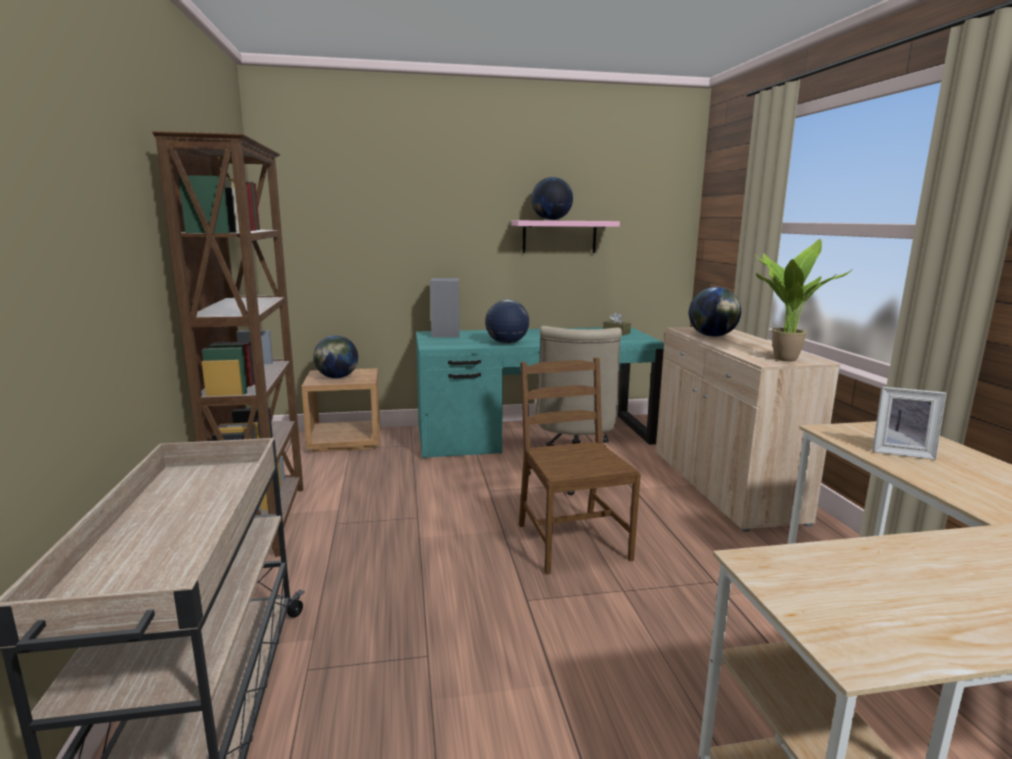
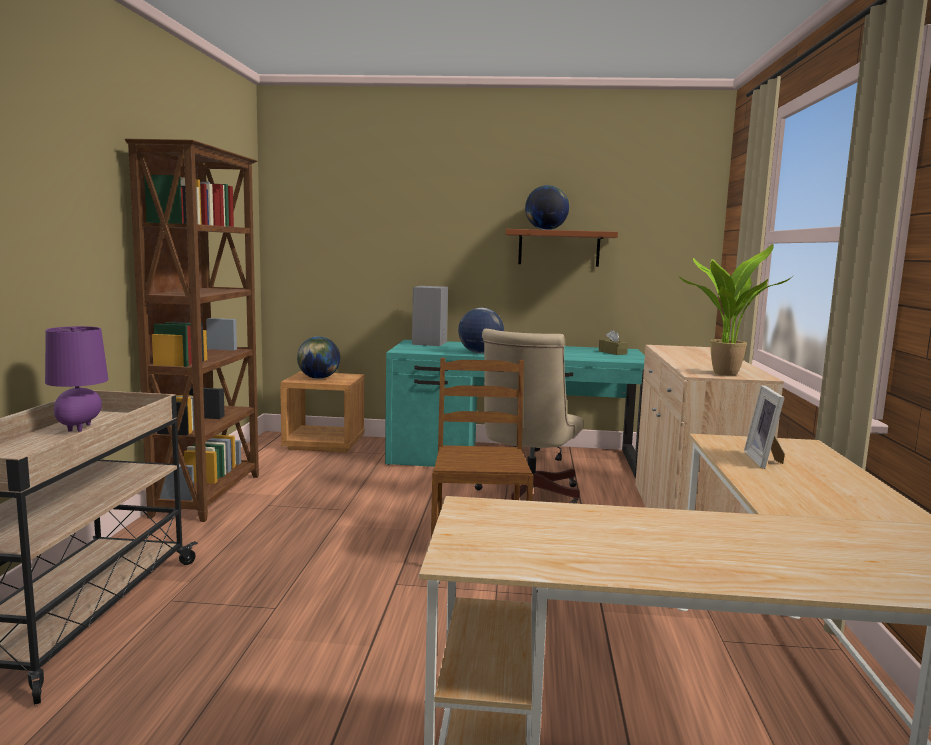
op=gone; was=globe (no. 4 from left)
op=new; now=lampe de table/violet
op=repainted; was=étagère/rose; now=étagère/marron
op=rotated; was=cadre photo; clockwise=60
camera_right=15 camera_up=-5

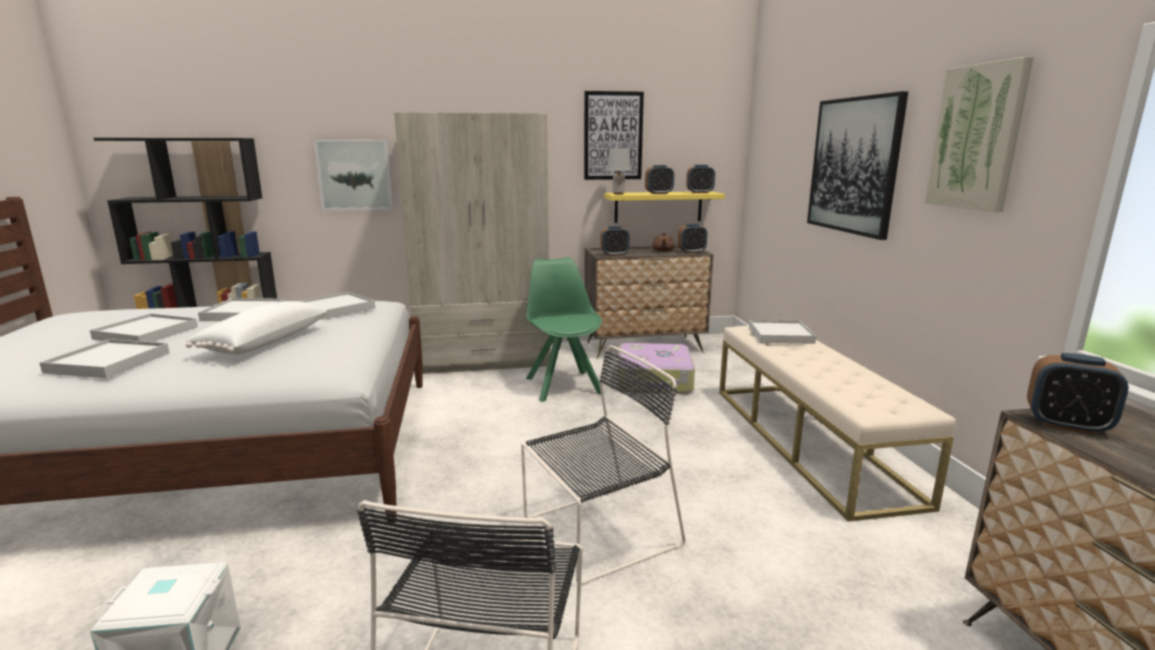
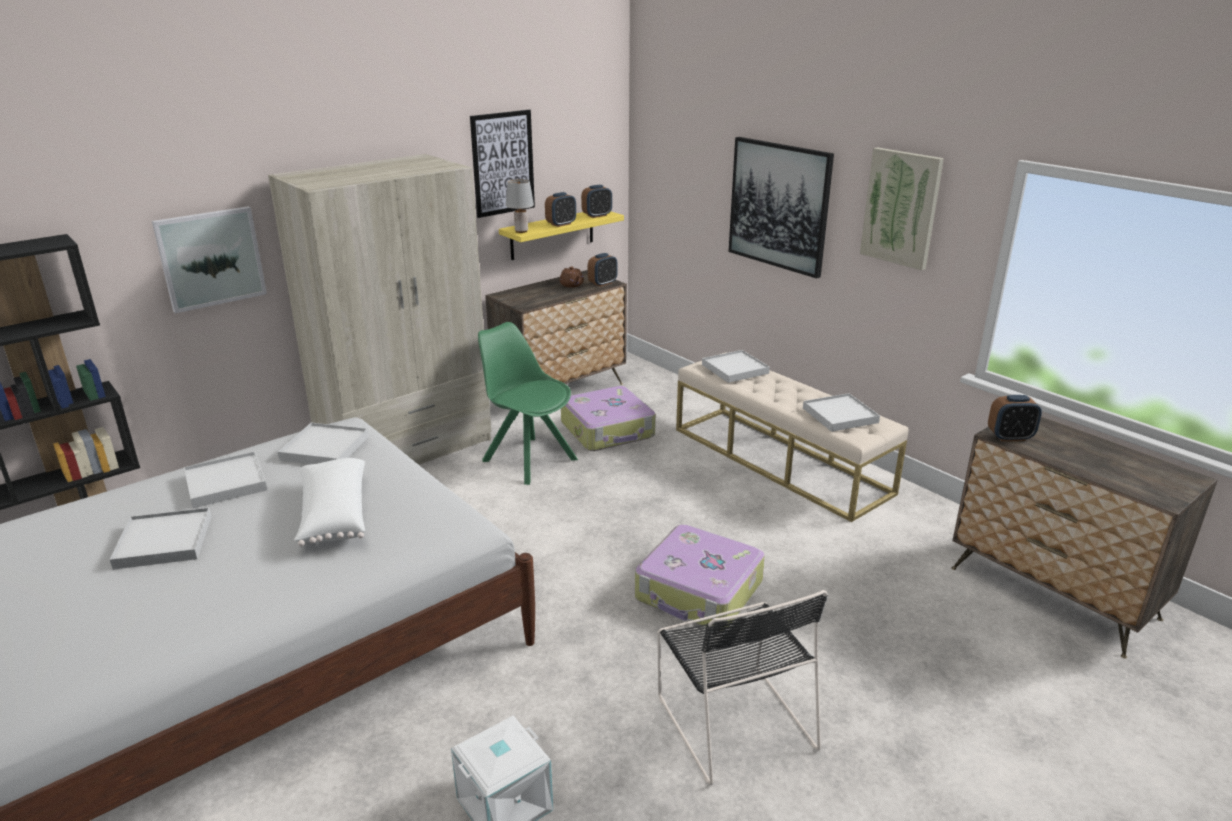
op=gone; was=réveil (no. 1 from left)
op=shifted; was=plateau/blanc (no. 1 from left in the first image); now=plateau/blanc (no. 5 from left)
op=swapped; was=chaise/noir (no. 2 from left); now=valise (no. 2 from left)
camera_right=-30 camera_up=10

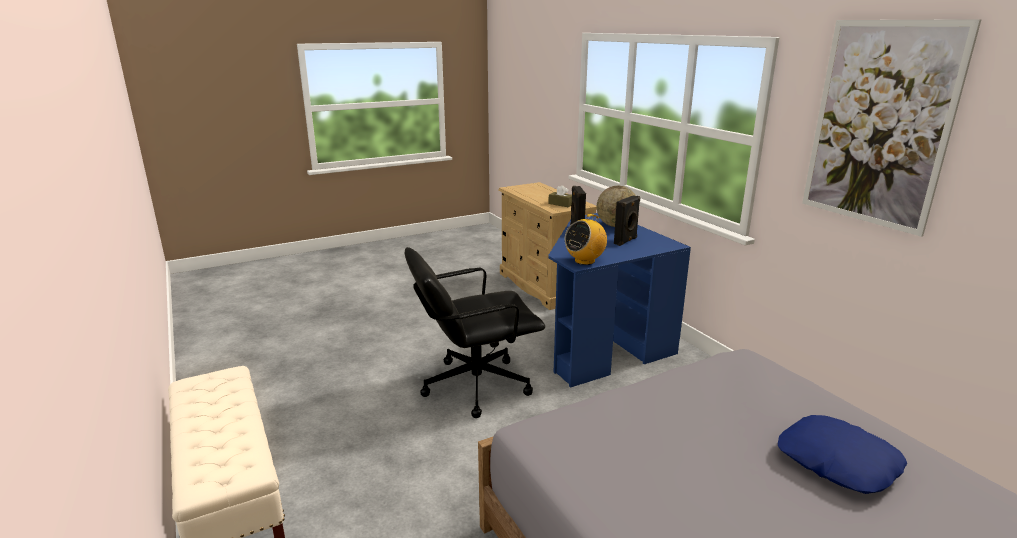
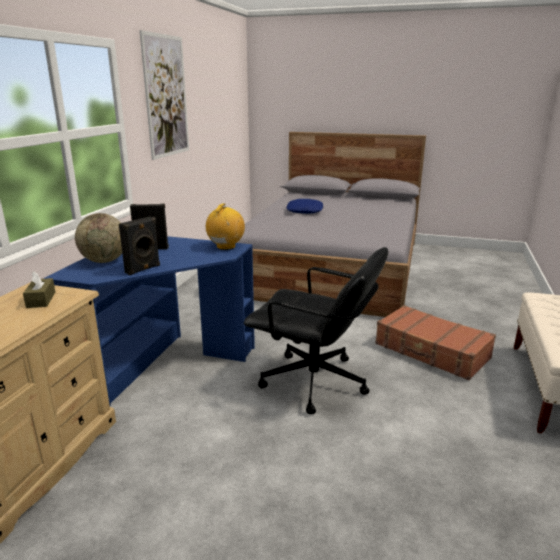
op=new; now=valise/marron
op=rotated; was=radio; clockwise=-75
camera_right=-135 camera_up=0

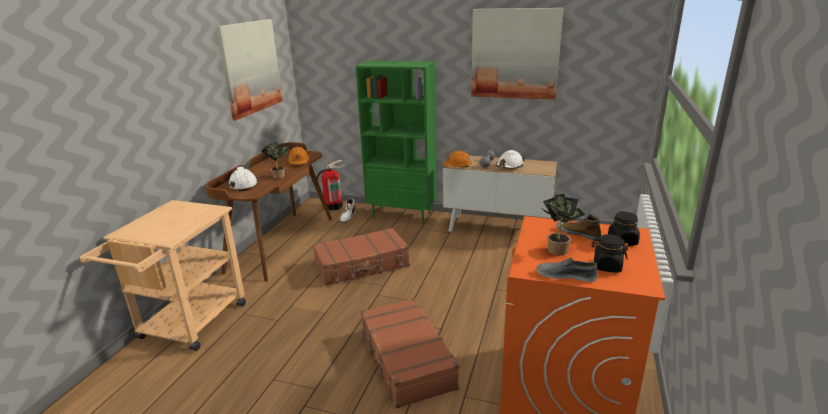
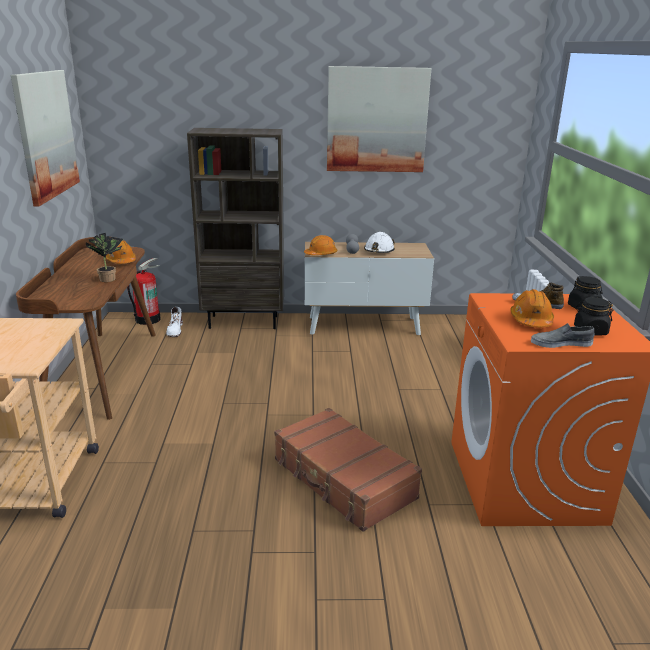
op=gone; was=casque de chantier/blanc (no. 1 from left)
op=gone; was=valise/marron (no. 1 from left)
op=swapped; was=plante en pot (no. 2 from left); now=casque de chantier/orange (no. 3 from left)
op=repainted; was=bibliothèque/vert; now=bibliothèque/marron
camera_right=-20 camera_up=0

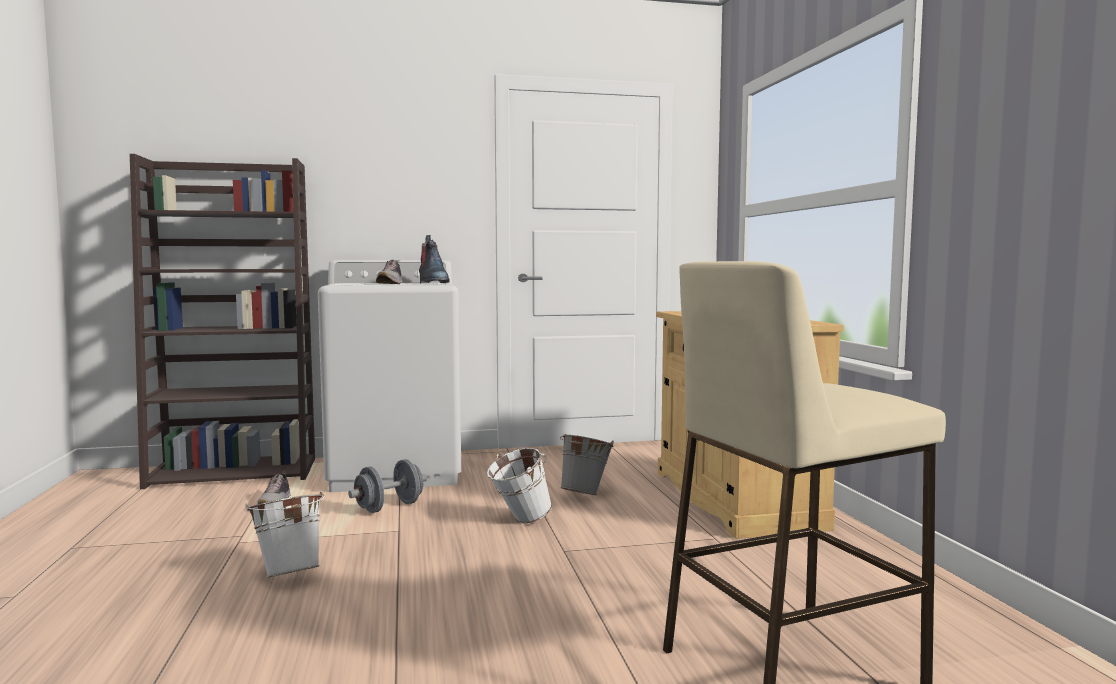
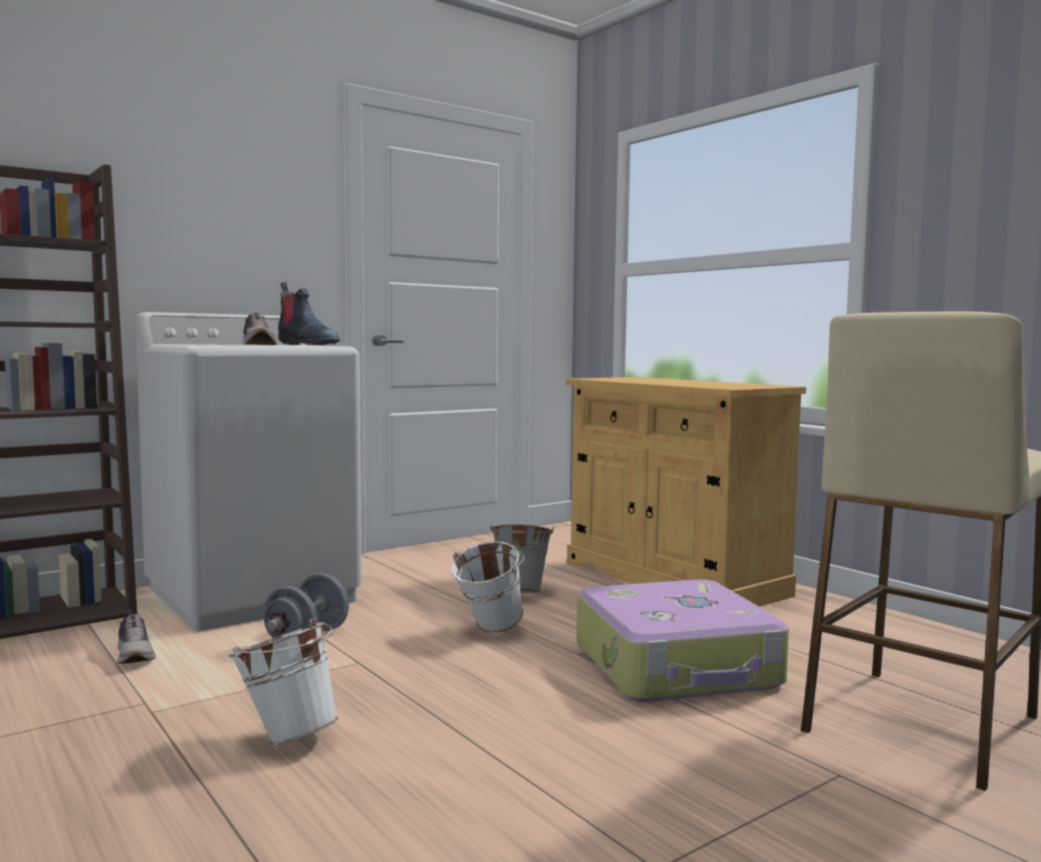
op=new; now=valise
camera_right=-25 camera_up=0

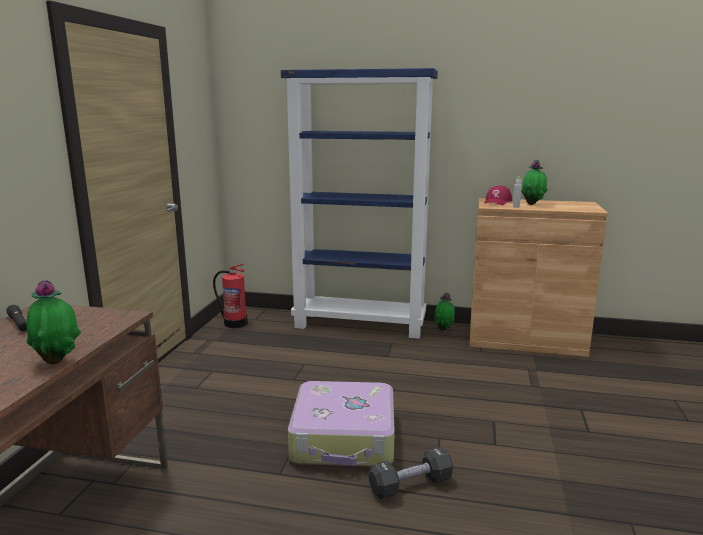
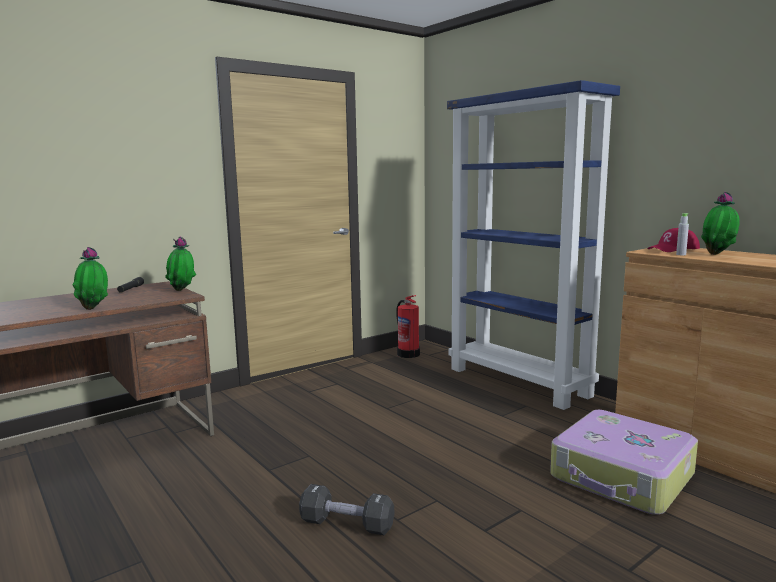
op=shifted; was=valise
op=shifted; was=plante en pot (no. 2 from left)
camera_right=40 camera_up=-5

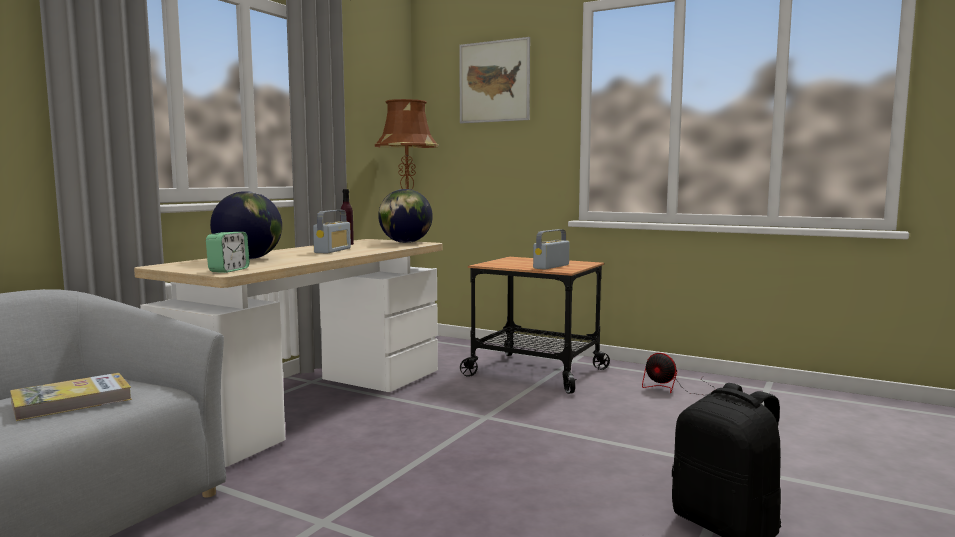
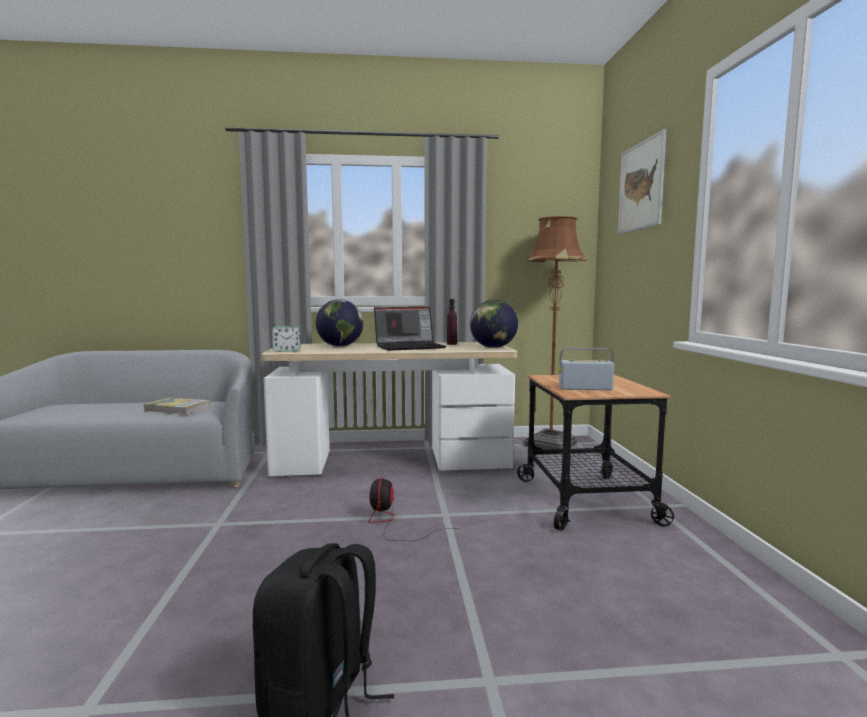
op=shifted; was=ventilateur
op=swapped; was=radio (no. 1 from left); now=ordinateur portable
camera_right=55 camera_up=0

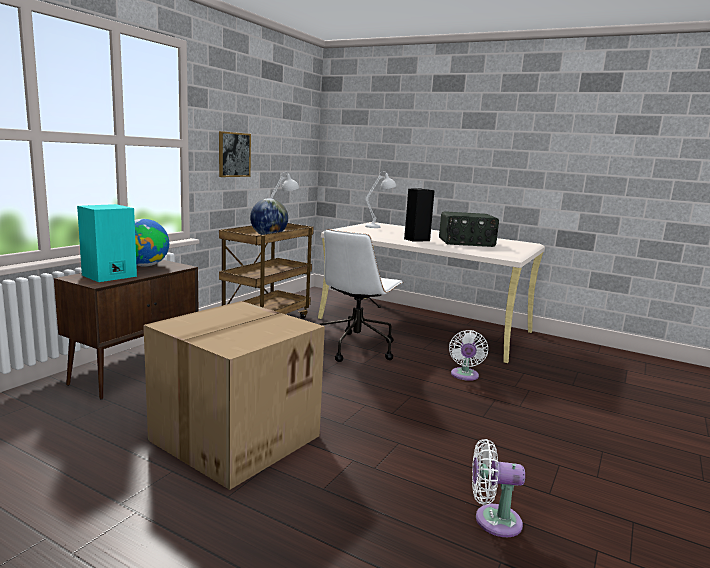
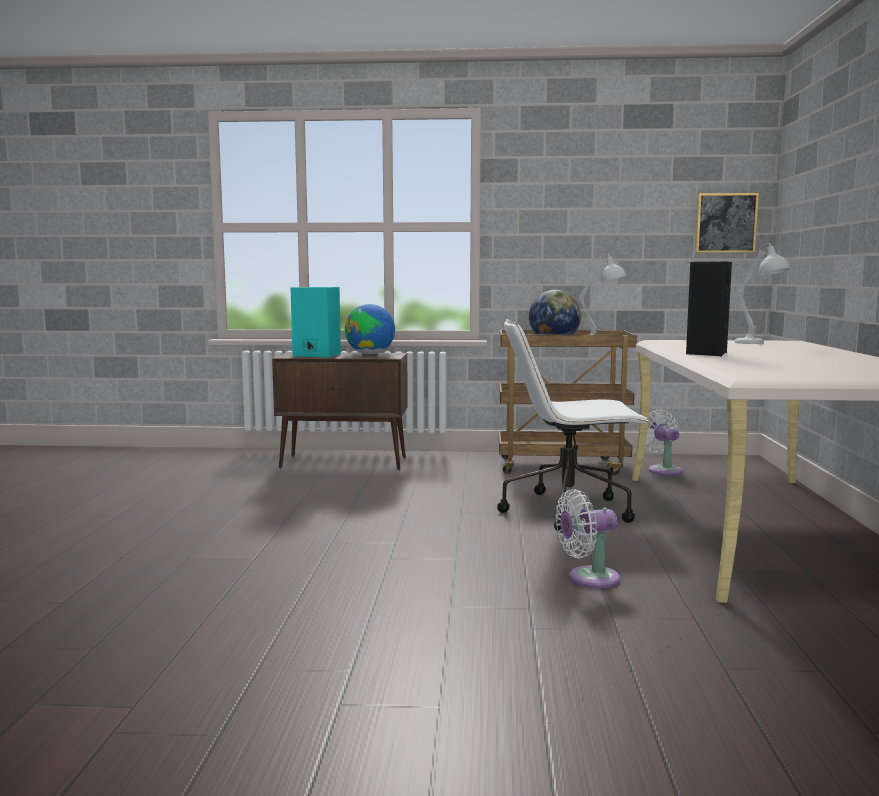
op=gone; was=carton
op=gone; was=radio
op=shifted; was=tableau
op=shifted; was=ventilateur/blanc (no. 2 from left)
camera_right=65 camera_up=-5

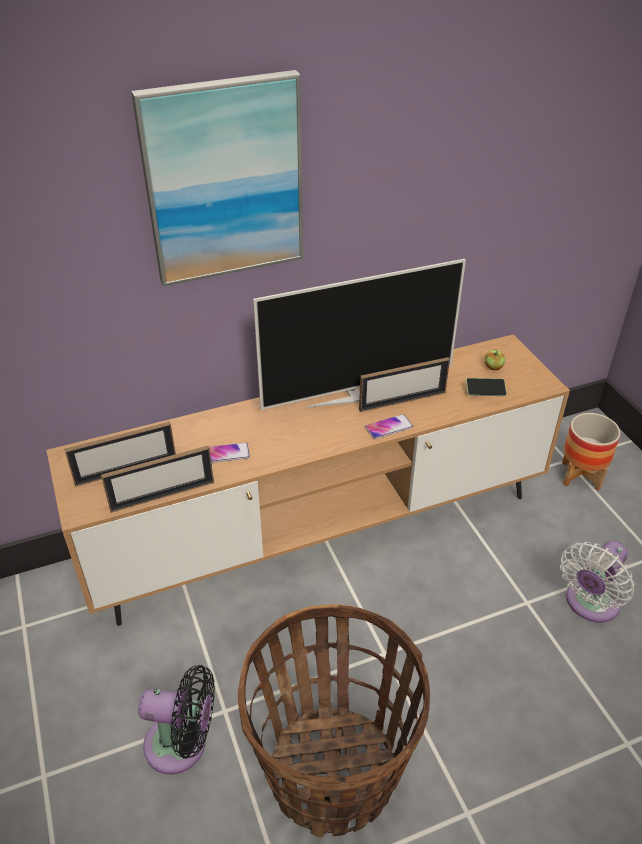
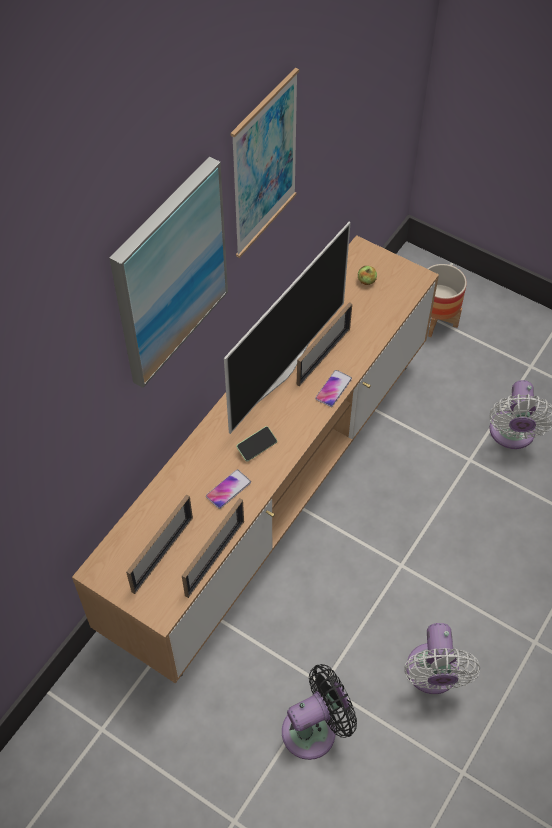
op=new; now=tableau (no. 2 from left)
op=shifted; was=téléphone (no. 3 from left in the first image); now=téléphone (no. 2 from left)
op=swapped; was=panier; now=ventilateur/blanc (no. 1 from left)
camera_right=-35 camera_up=15

